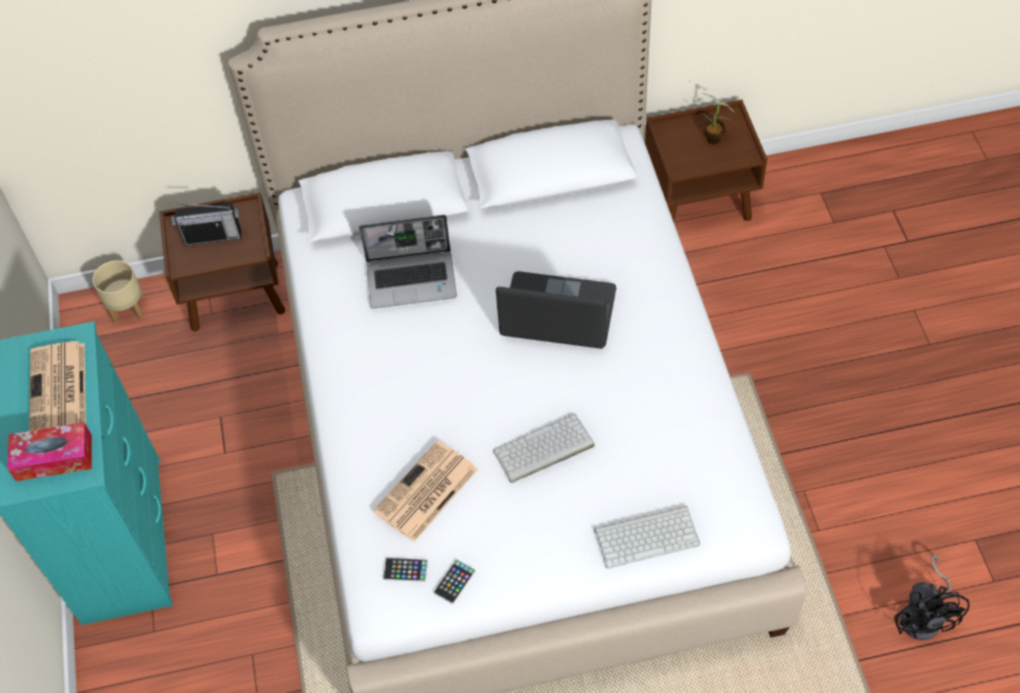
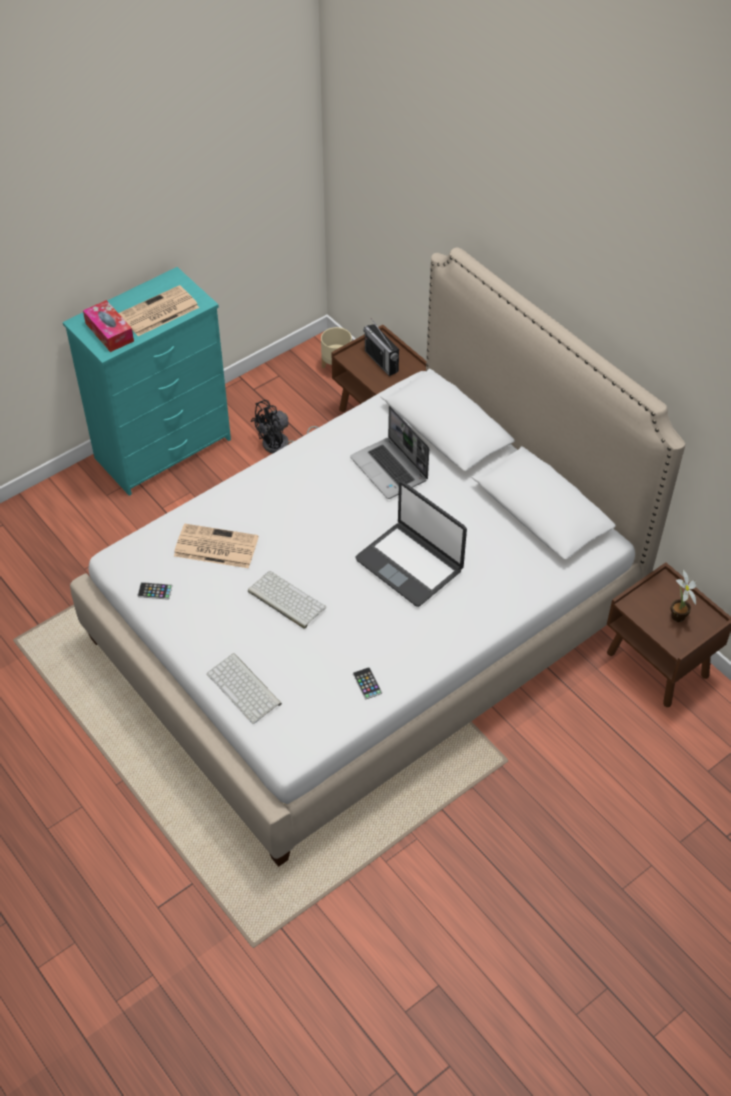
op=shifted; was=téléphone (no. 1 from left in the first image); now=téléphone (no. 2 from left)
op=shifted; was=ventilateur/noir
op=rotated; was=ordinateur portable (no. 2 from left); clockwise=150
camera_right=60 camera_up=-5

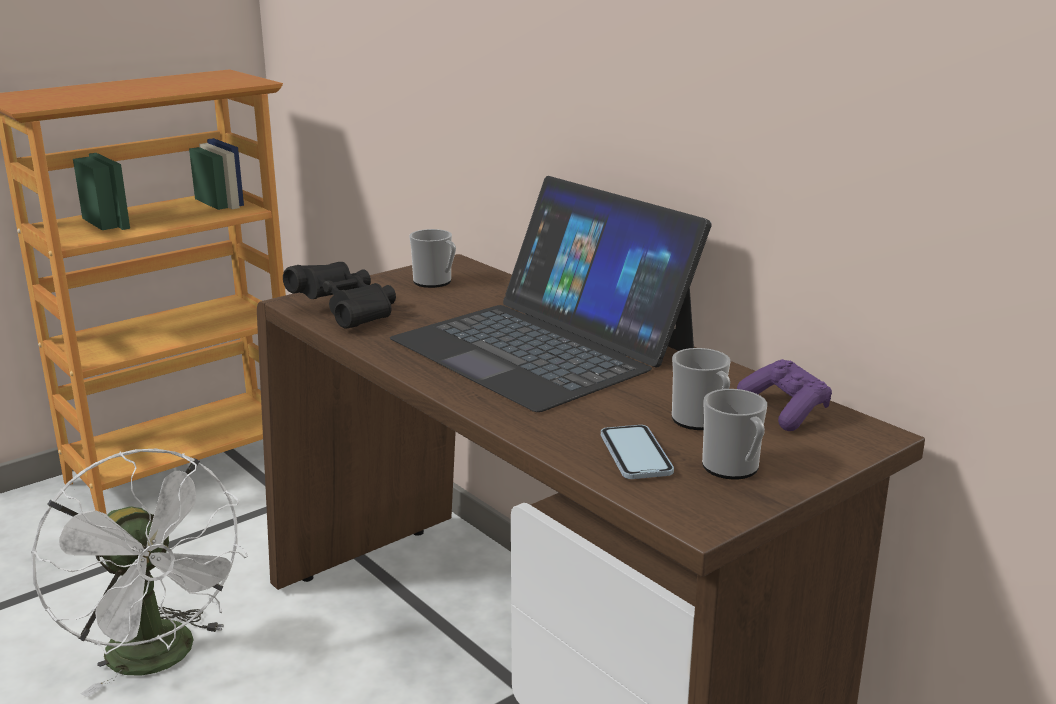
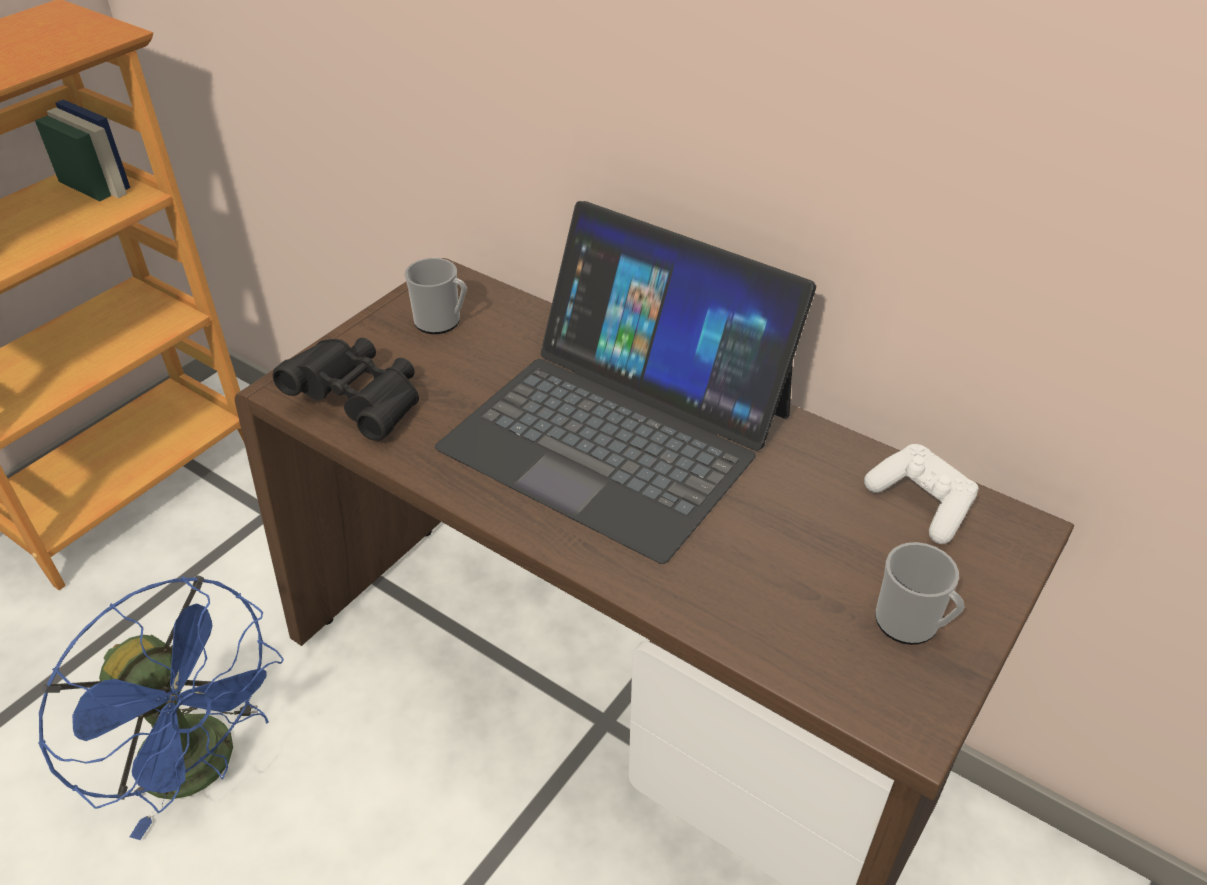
op=gone; was=téléphone
op=gone; was=mug (no. 2 from left)
op=repainted; was=ventilateur/blanc; now=ventilateur/bleu
op=repainted; was=manette/violet; now=manette/blanc
camera_right=-15 camera_up=20

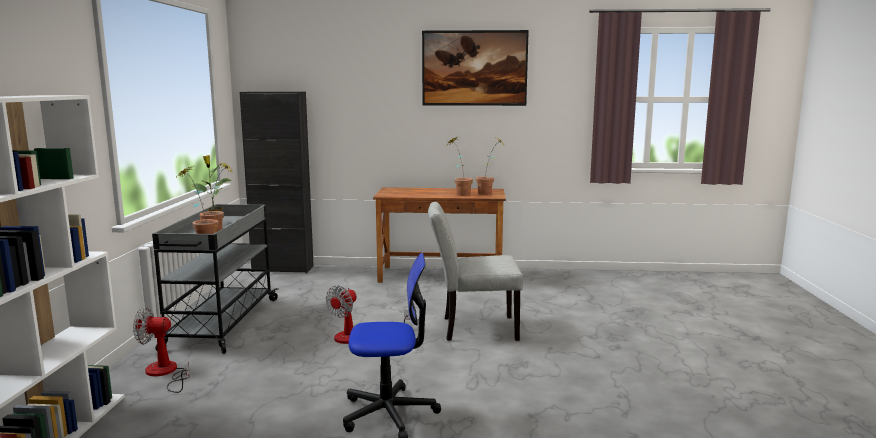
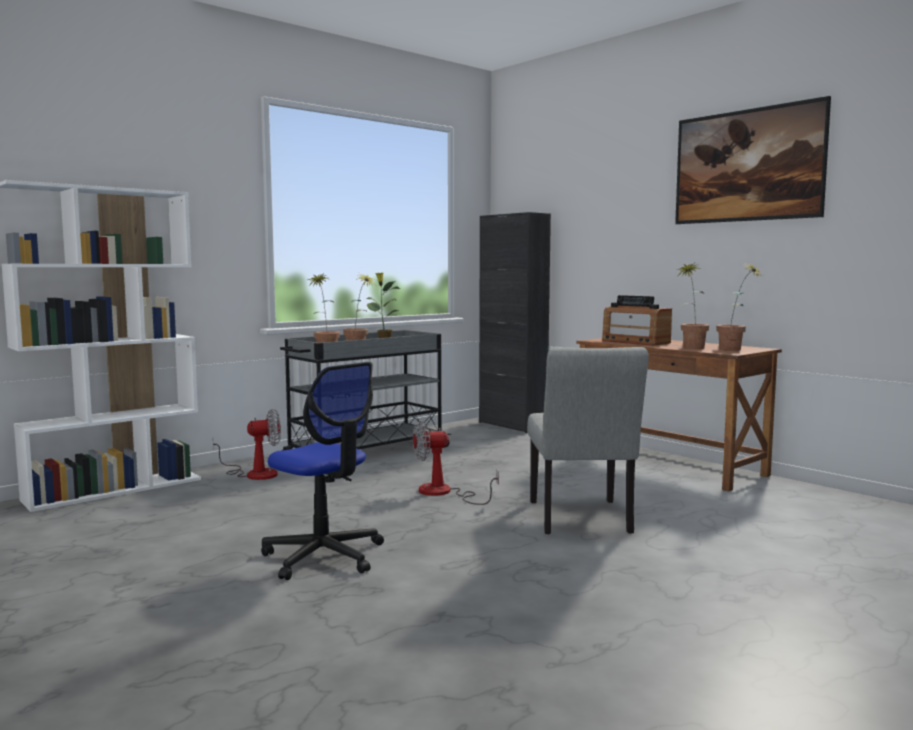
op=new; now=radio
op=rotated; was=ventilateur (no. 1 from left); clockwise=120
op=rotated; was=chaise/gris; clockwise=-135
camera_right=45 camera_up=-5

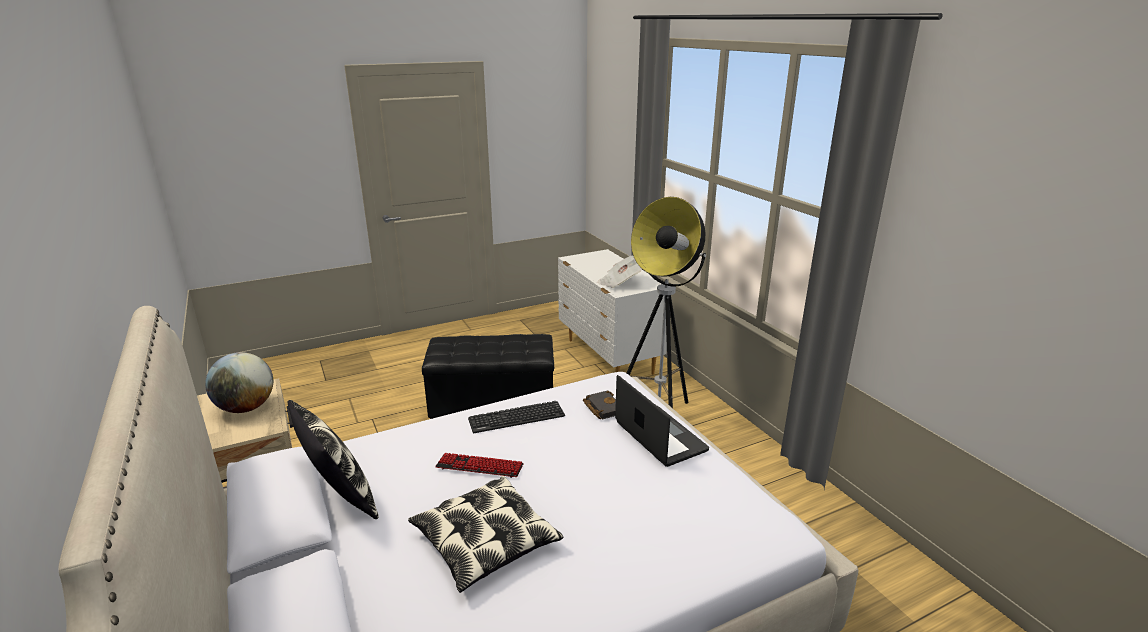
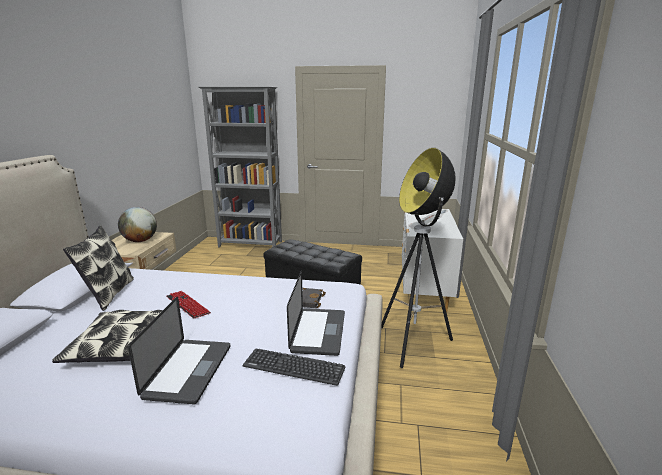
op=new; now=ordinateur portable (no. 1 from left)
op=new; now=bibliothèque/gris
op=shifted; was=clavier (no. 2 from left)
camera_right=35 camera_up=-5

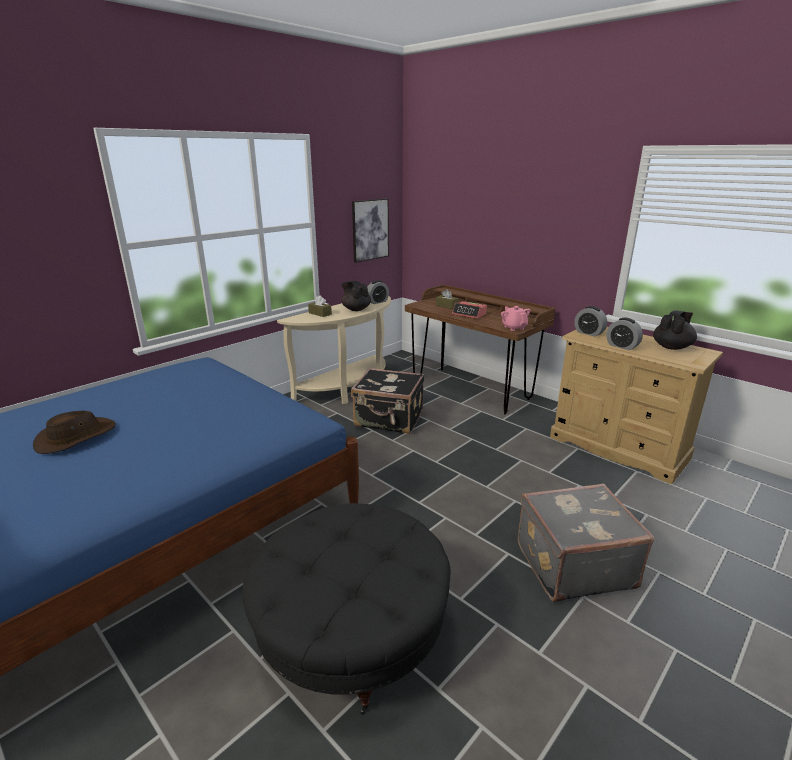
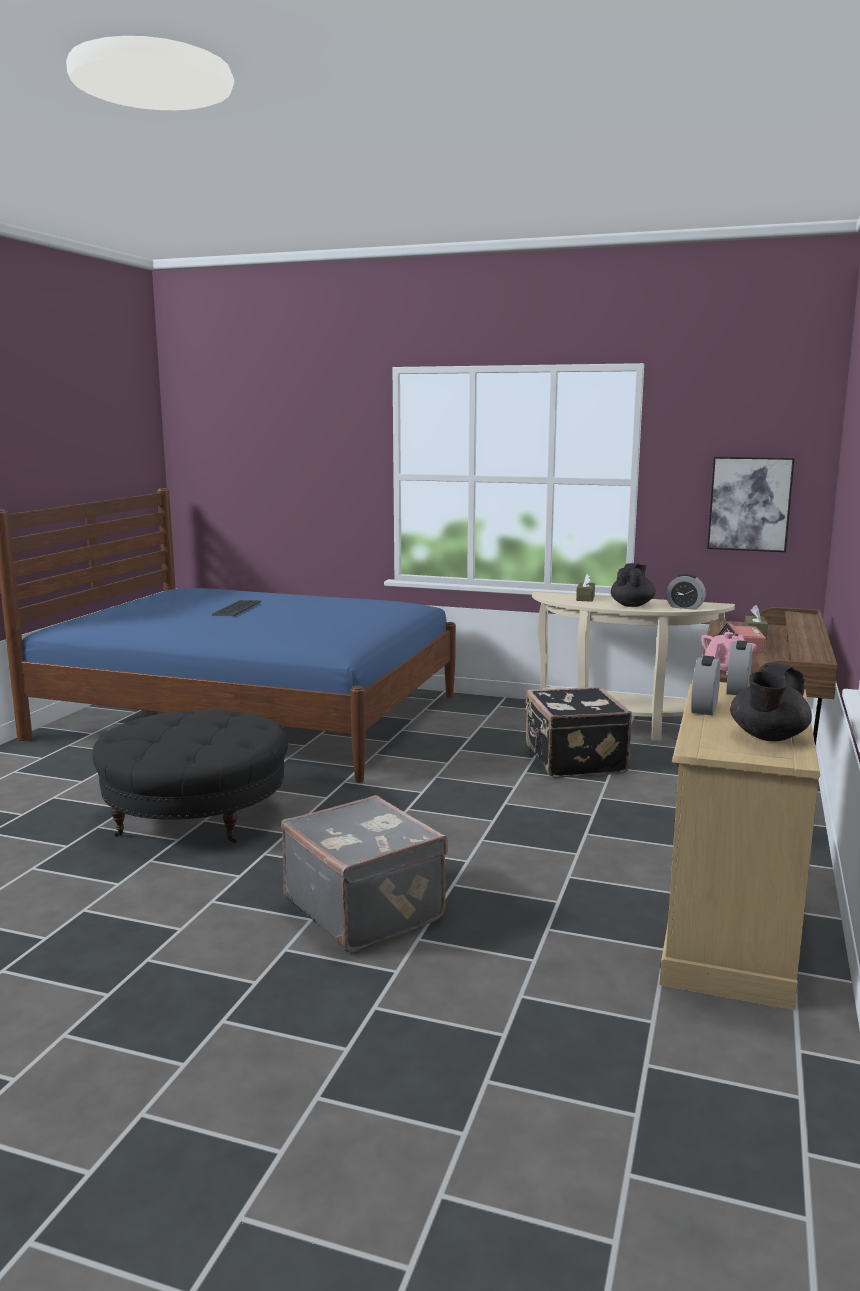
op=swapped; was=chapeau/marron; now=clavier
op=rotated; was=théière/noir (no. 2 from left); clockwise=105
camera_right=65 camera_up=-10

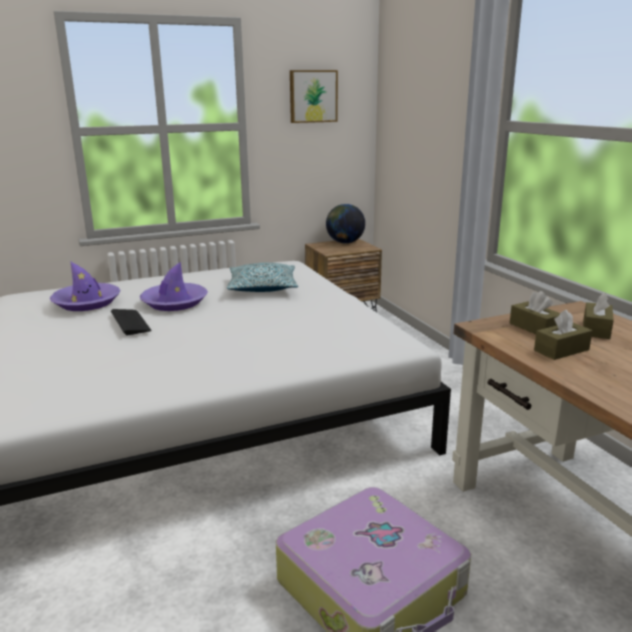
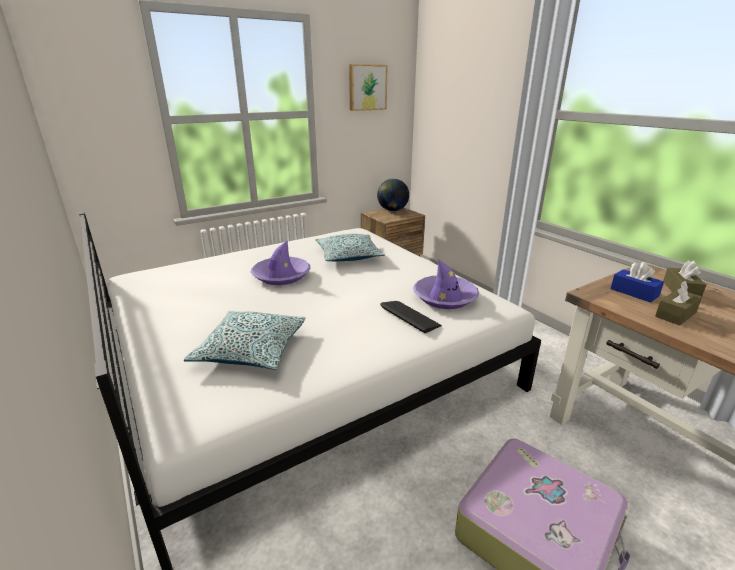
op=new; now=coussin (no. 1 from left)
op=shifted; was=chapeau/violet (no. 1 from left in the first image); now=chapeau/violet (no. 2 from left)
op=shifted; was=clavier
op=repainted; was=boîte à mouchoirs/marron (no. 1 from left); now=boîte à mouchoirs/bleu
camera_right=-10 camera_up=5

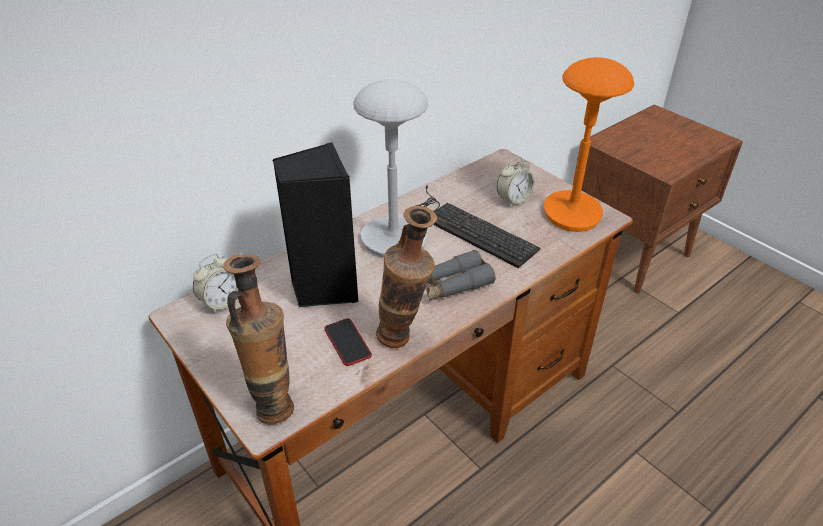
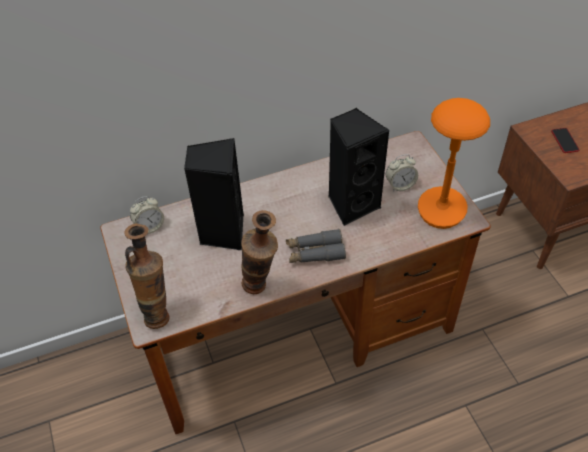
op=gone; was=lampe de table/gris
op=shifted; was=téléphone
op=swapped; was=clavier; now=enceinte/noir (no. 2 from left)
camera_right=20 camera_up=10

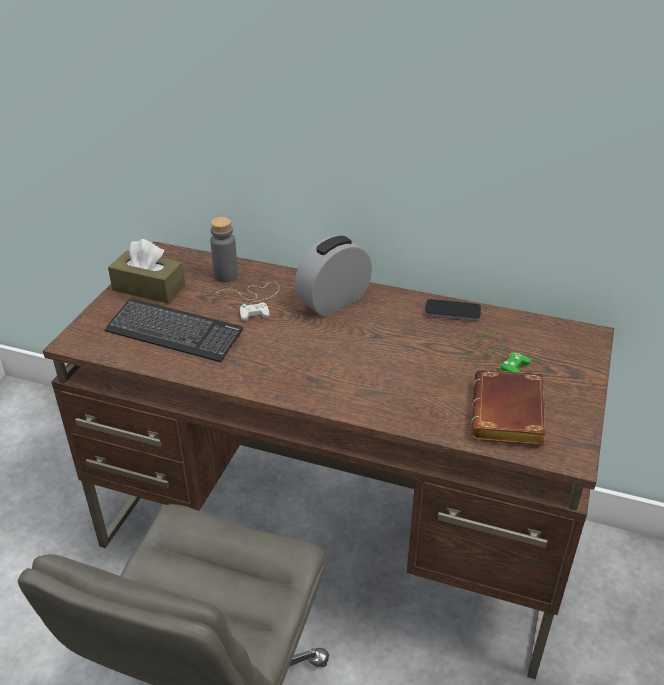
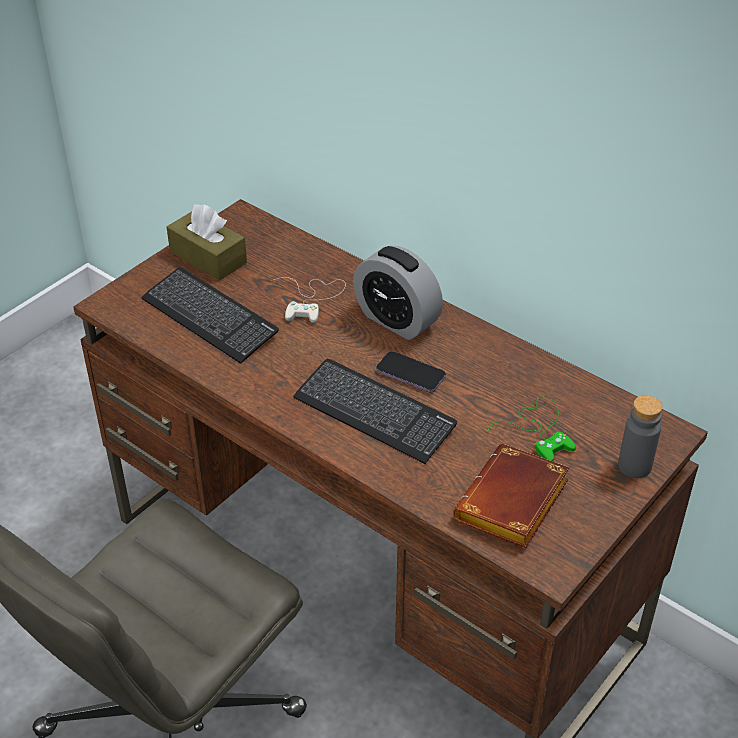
op=new; now=clavier (no. 2 from left)
op=shifted; was=bouteille/gris
op=shifted; was=téléphone
op=rotated; was=réveil; clockwise=-120
camera_right=20 camera_up=5

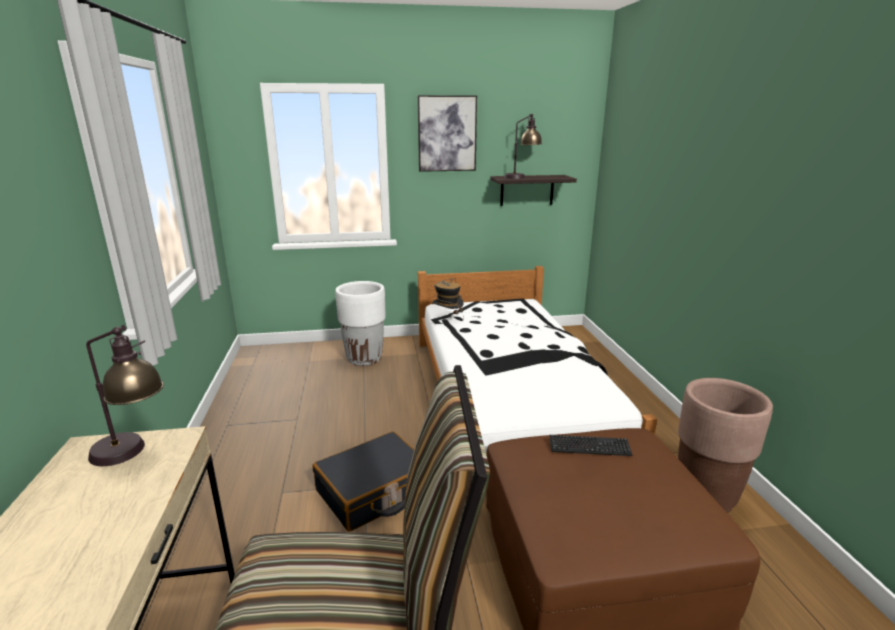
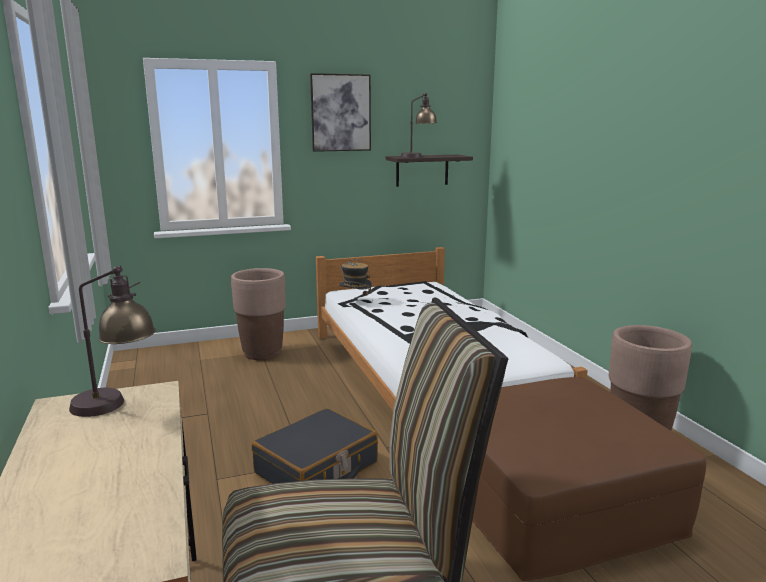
op=gone; was=clavier
op=repainted; was=cache-pot/blanc; now=cache-pot/marron (no. 1 from left)
camera_right=-10 camera_up=-5

